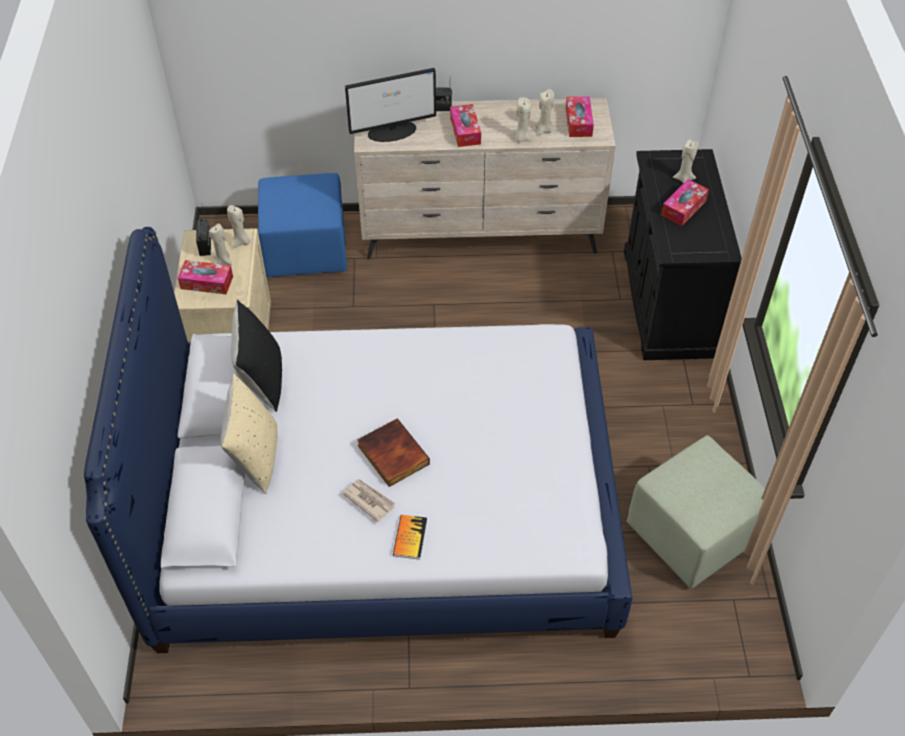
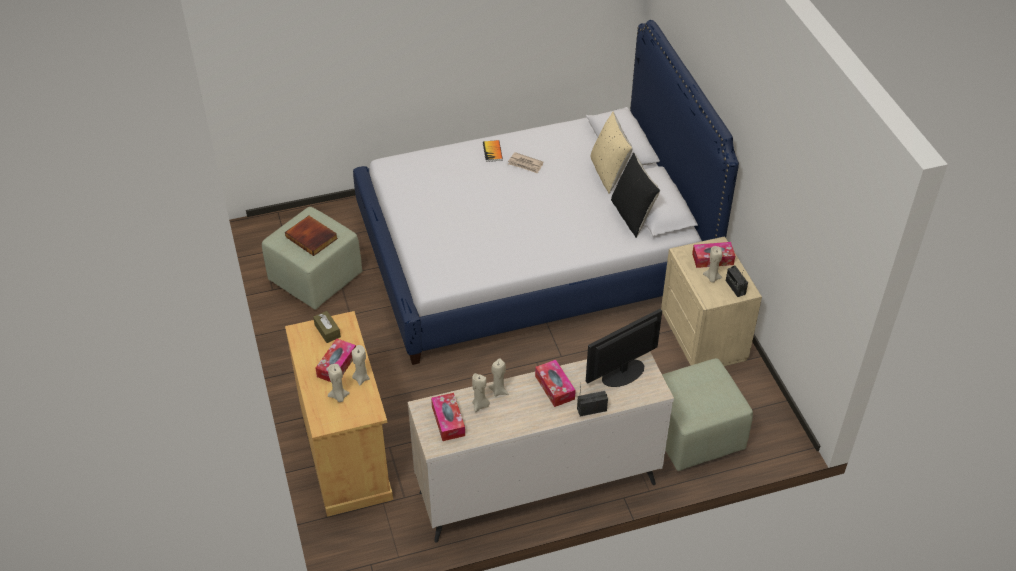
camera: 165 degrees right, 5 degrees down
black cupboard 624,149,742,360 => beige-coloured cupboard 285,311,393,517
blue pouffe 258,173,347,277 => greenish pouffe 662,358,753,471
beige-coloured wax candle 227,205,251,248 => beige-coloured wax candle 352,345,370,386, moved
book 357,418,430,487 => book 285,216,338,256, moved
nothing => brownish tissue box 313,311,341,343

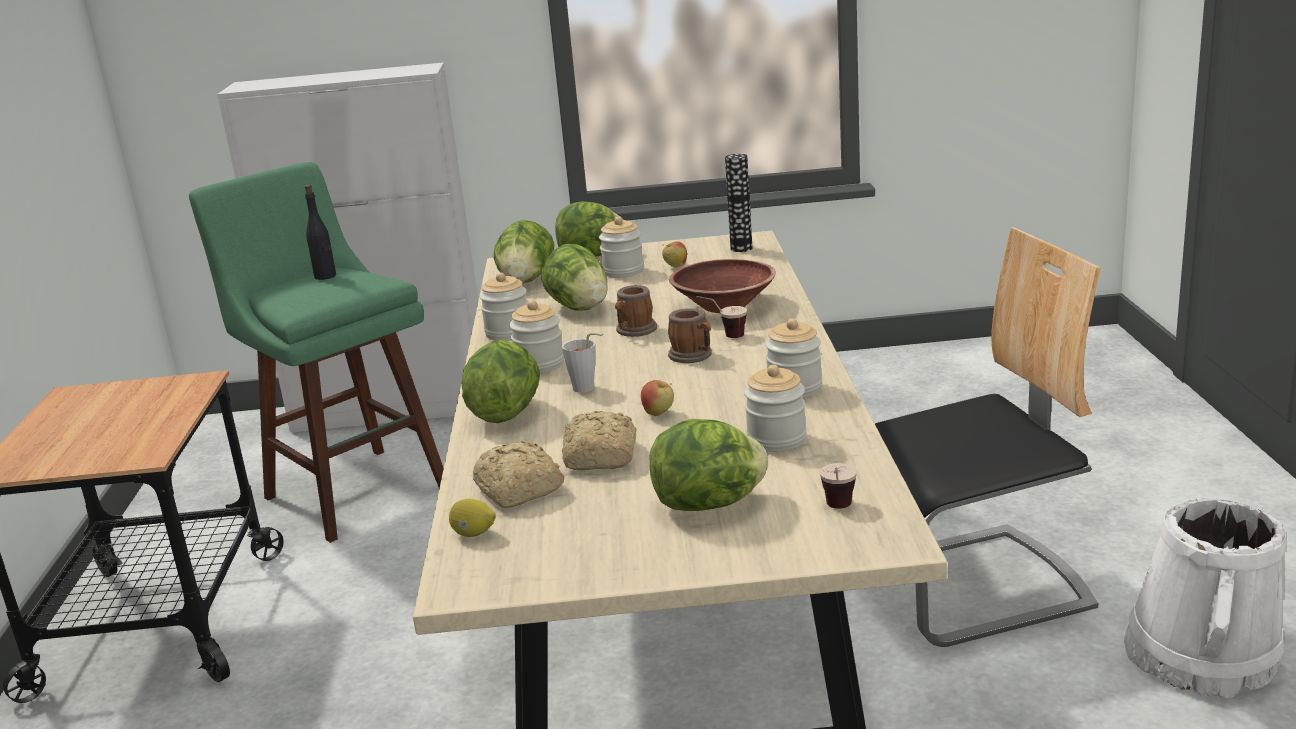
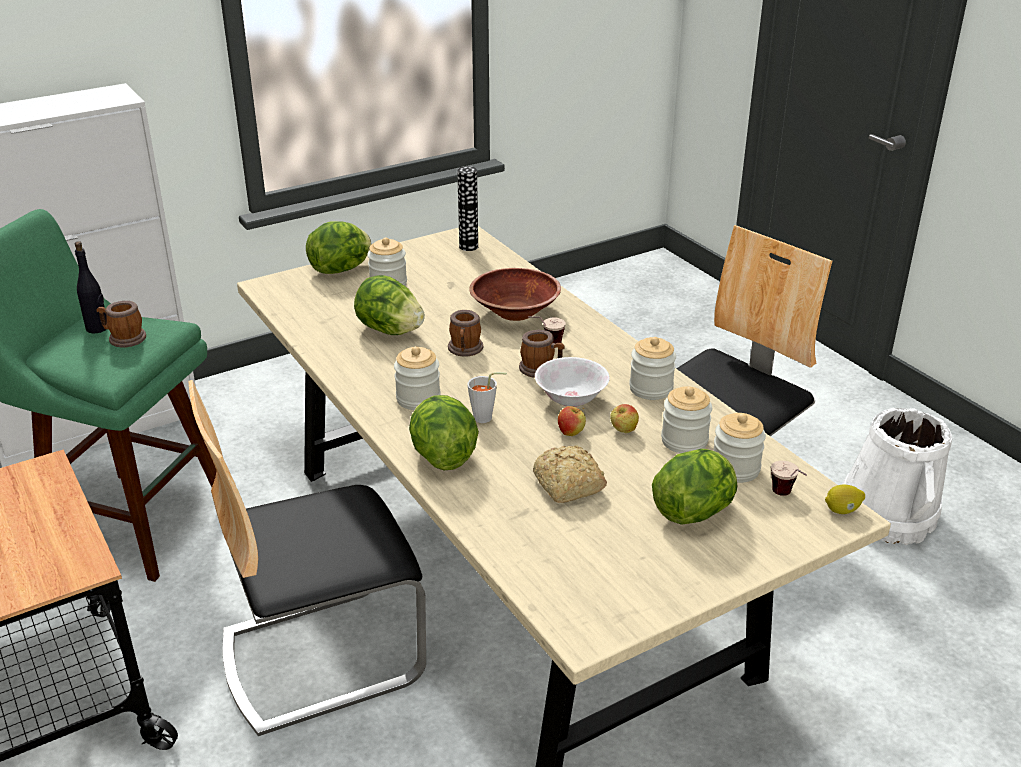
camera: 30 degrees left, 10 degrees up
head of lettuce 493,220,555,284 => nothing
whole apple 662,241,687,268 => whole apple 610,404,639,433, moved
storage jar 479,273,528,341 => storage jar 714,413,766,483, moved
bread 473,441,564,508 => nothing
lemon 449,499,496,537 => lemon 825,485,865,514, moved
nothing => tea mug 96,301,146,347
nothing => whitish serving bowl 535,357,610,407
nothing => plain chair 188,380,426,736

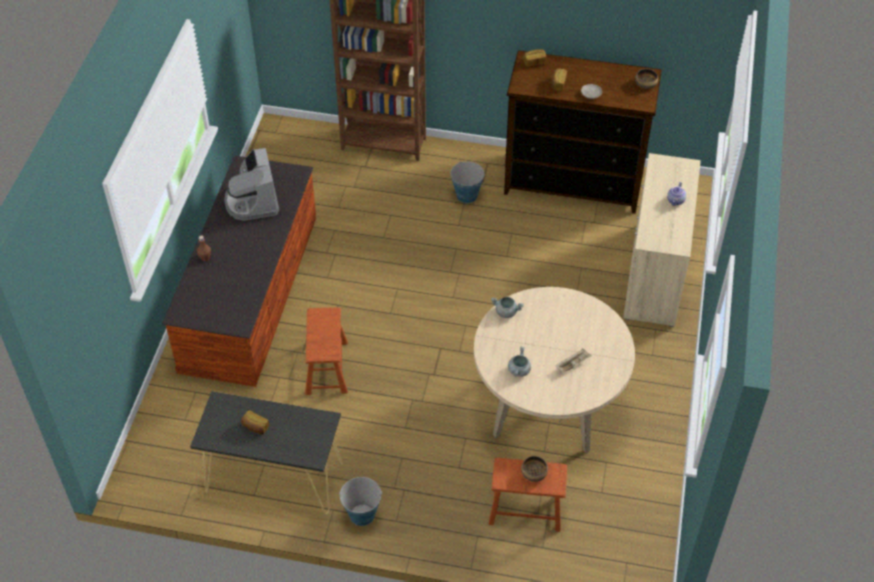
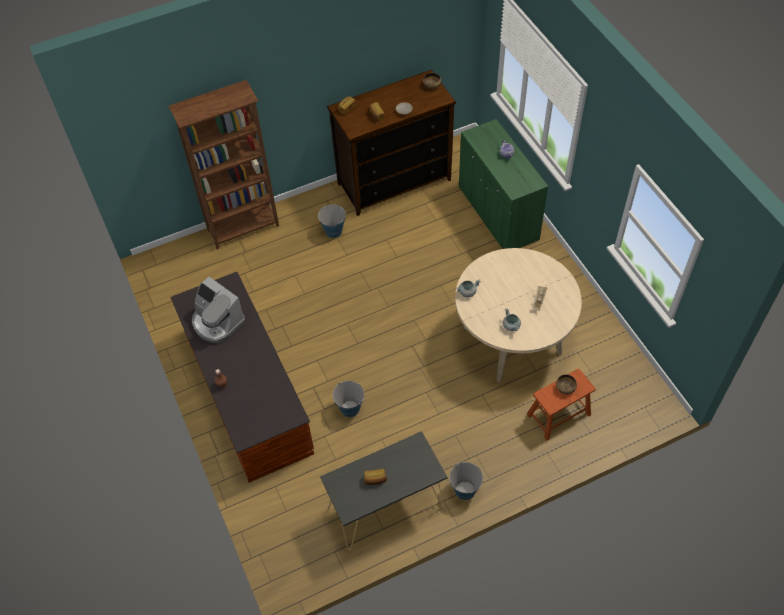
camera: 35 degrees left, 5 degrees up
beige-coloured cupboard 623,153,701,327 => greenish cupboard 459,119,548,249
brownish stool 305,307,348,395 => pail 333,381,365,417

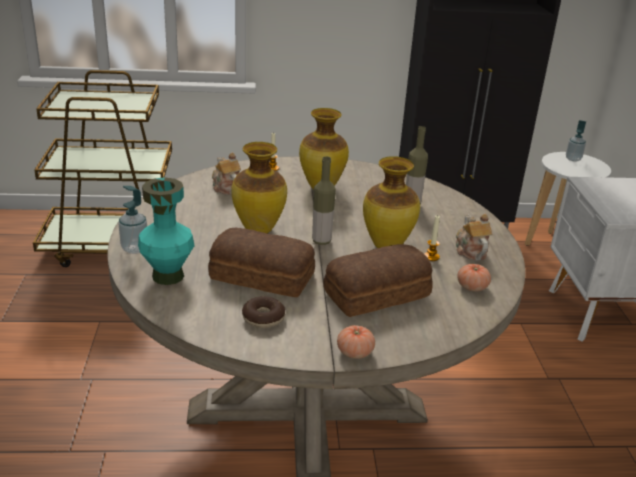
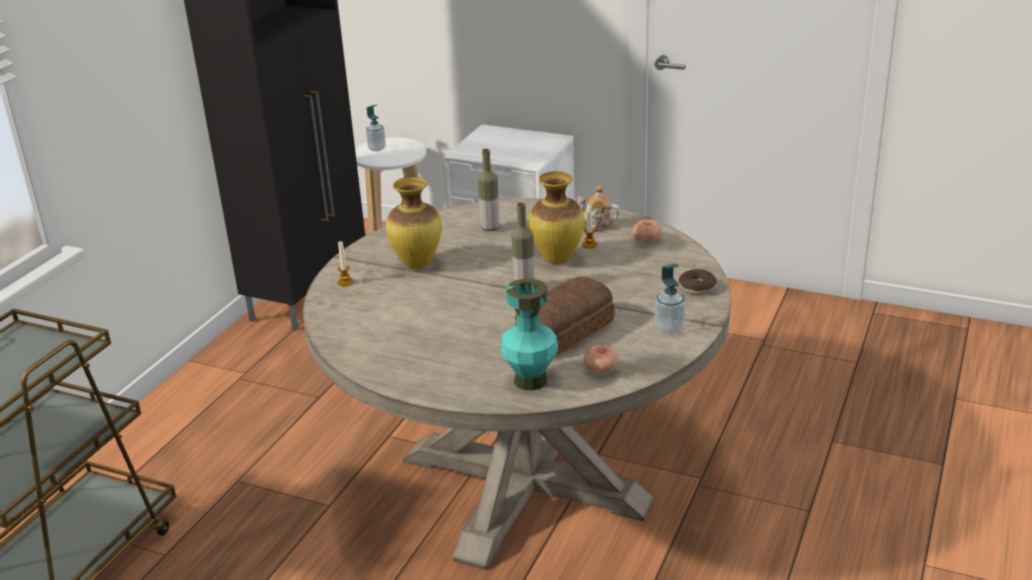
camera: 60 degrees left, 0 degrees up
vase 231,142,287,233 => nothing
teapot 212,152,241,195 => nothing
soap dispenser 119,186,147,254 => soap dispenser 655,264,685,334, moved
bread 323,244,433,317 => nothing
donut 242,296,285,328 => donut 679,269,717,295, moved
whole tomato 337,325,375,359 => whole tomato 583,345,619,375, moved

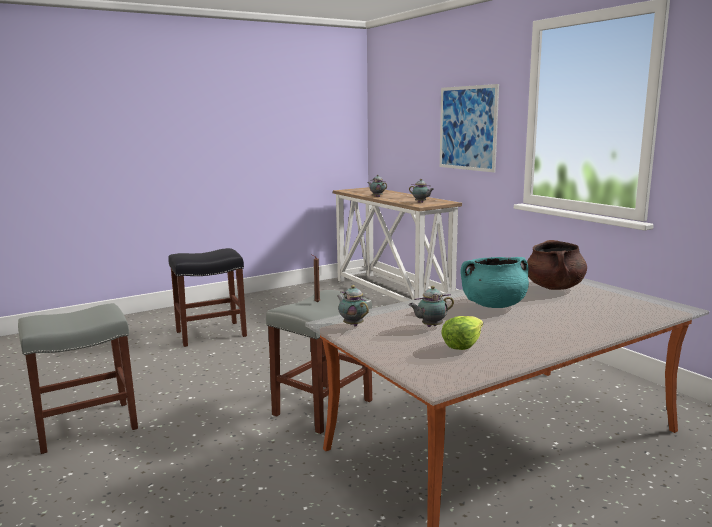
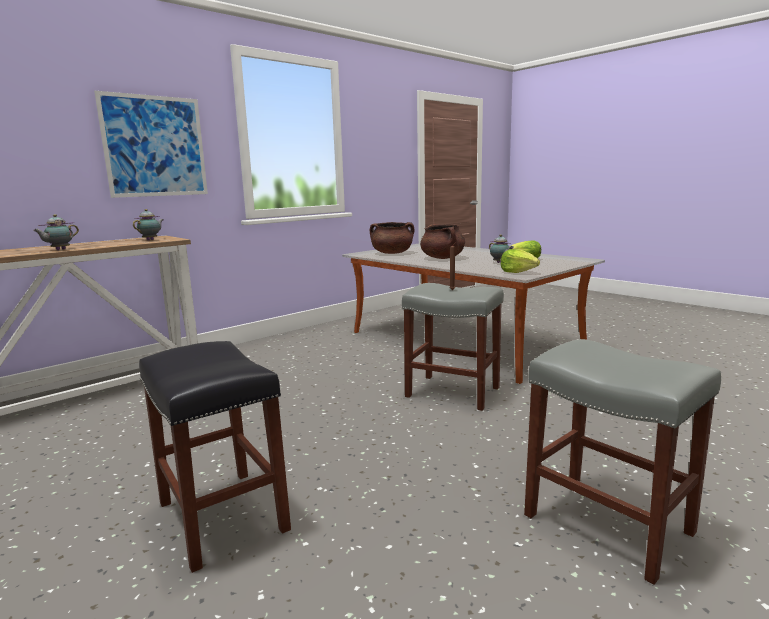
camera: 100 degrees left, 0 degrees up
turquoise stockpot 460,257,529,308 => brownish stockpot 420,224,465,259
teapot 337,285,369,326 => head of lettuce 501,249,540,273

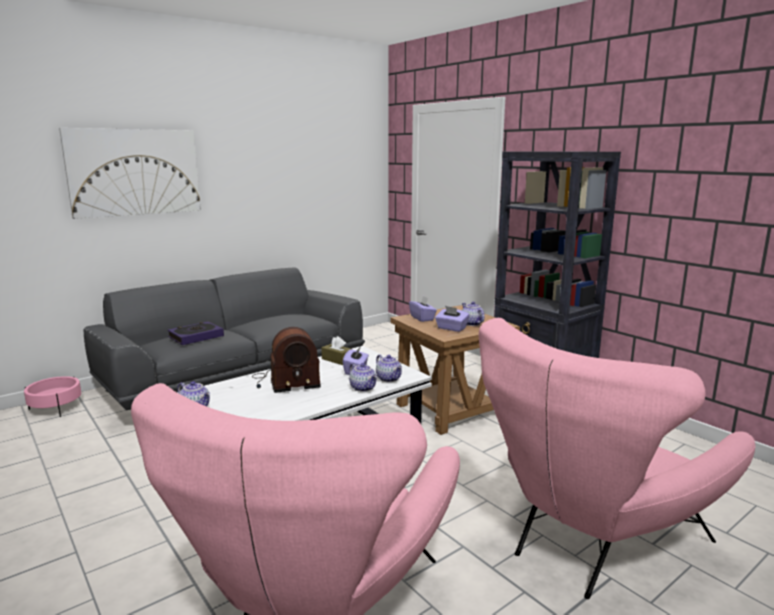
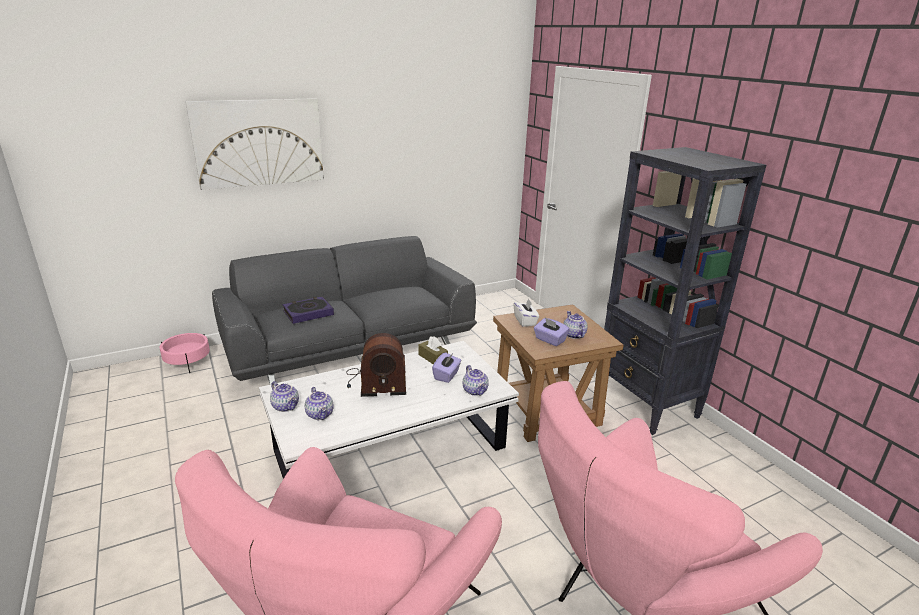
camera: 10 degrees right, 10 degrees up
purple tissue box 409,296,437,322 => whitish tissue box 514,298,539,327
teapot 349,363,377,392 => teapot 305,387,334,420, moved

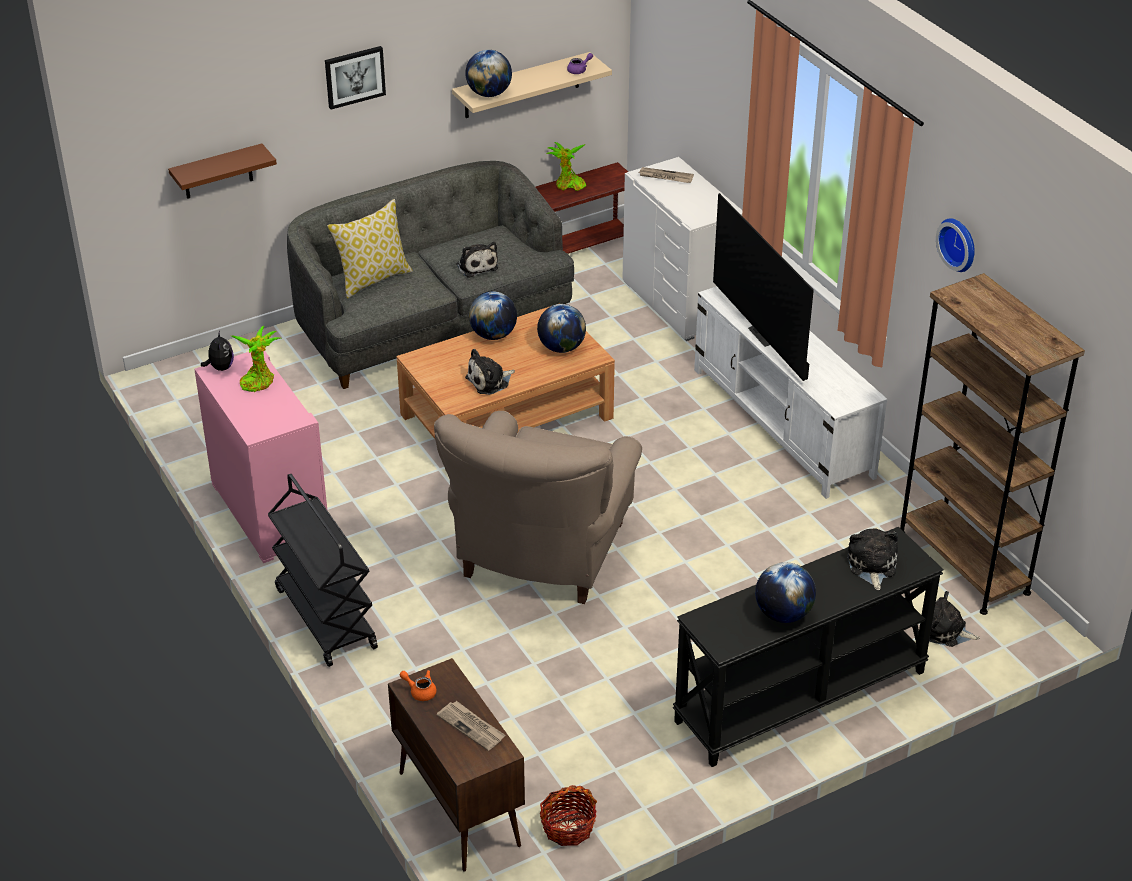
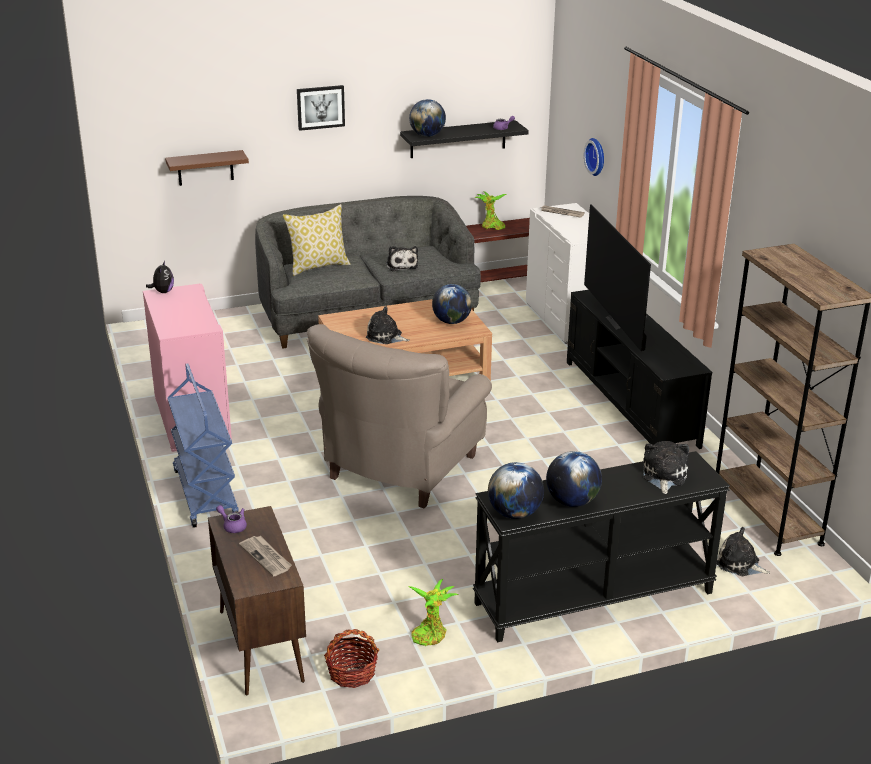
camera: 10 degrees right, 10 degrees down
beige-coloured shelf 452,52,612,118 => black shelf 400,120,529,158
wall clock 936,219,975,272 => wall clock 584,138,604,176, moved
whitish tv stand 694,286,887,499 => black tv stand 567,290,712,449
globe 469,291,517,340 => globe 488,462,544,519, moved
potted plant 231,326,281,392 => potted plant 408,579,459,646, moved
soft toy 465,349,515,395 => soft toy 366,306,410,344, 45 degrees clockwise
black trolley 268,474,378,667 => blue trolley 167,363,239,528
orangey teapot 400,670,437,701 => purple teapot 216,505,247,533

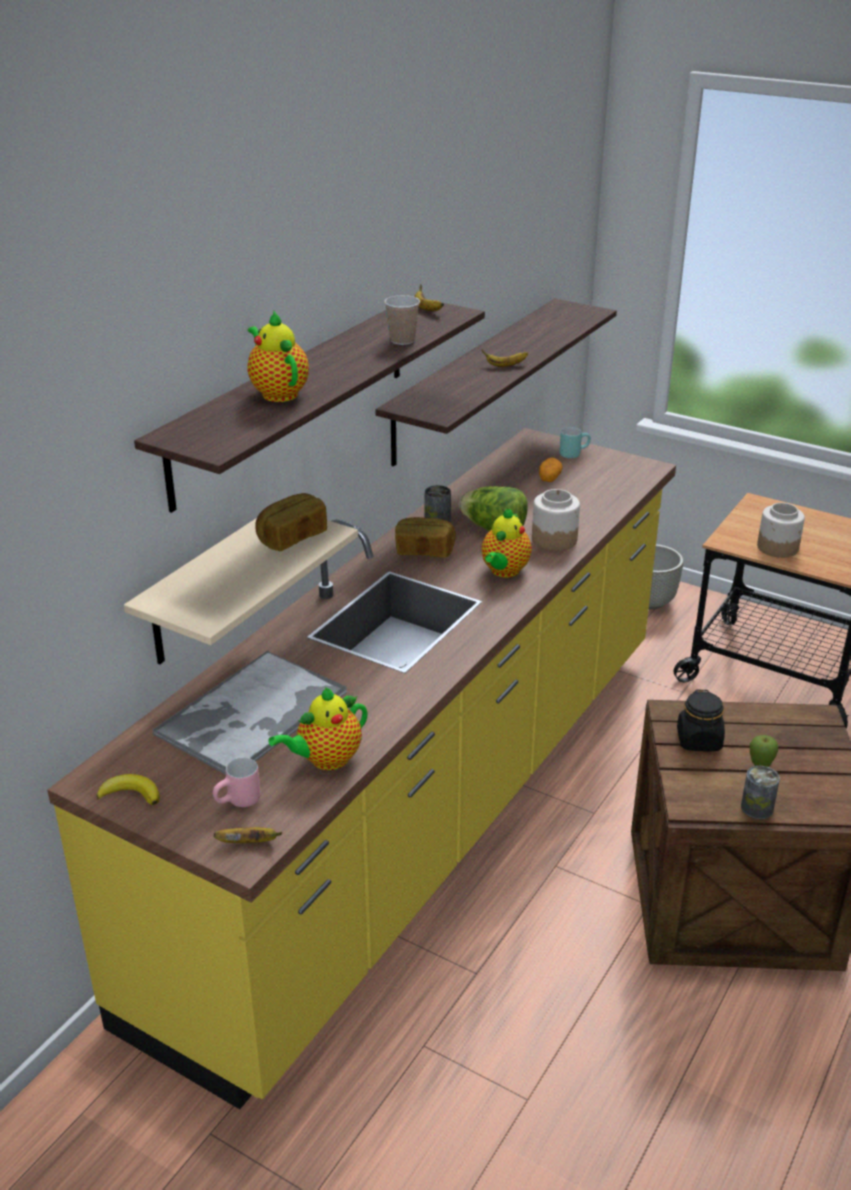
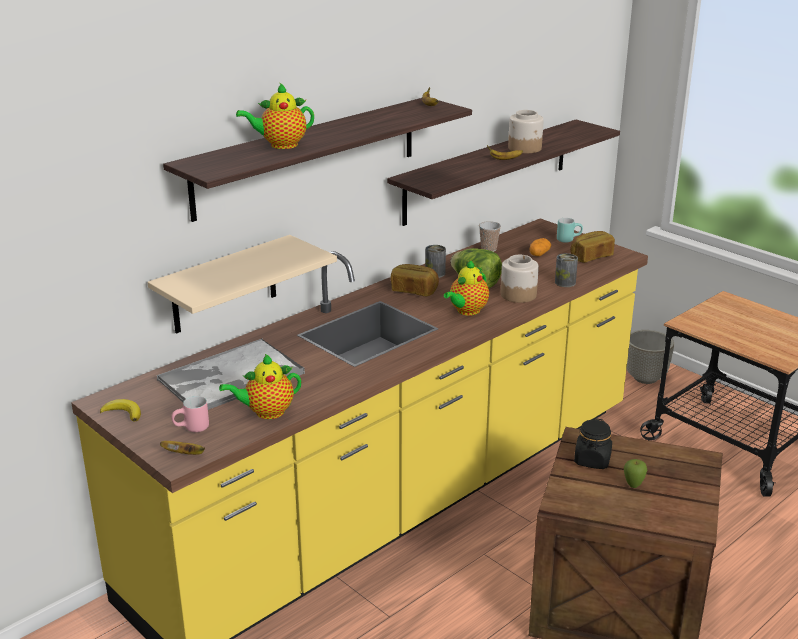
camera: 15 degrees right, 5 degrees down
drinking cup 384,295,420,345 => drinking cup 479,221,501,252, moved
teapot 247,311,309,402 => teapot 236,82,314,149, 90 degrees counterclockwise
bread 255,493,327,551 => bread 570,231,615,263, moved
storage jar 757,503,805,558 => storage jar 508,110,544,153, moved
metal can 741,766,780,819 => metal can 555,253,578,287, moved

